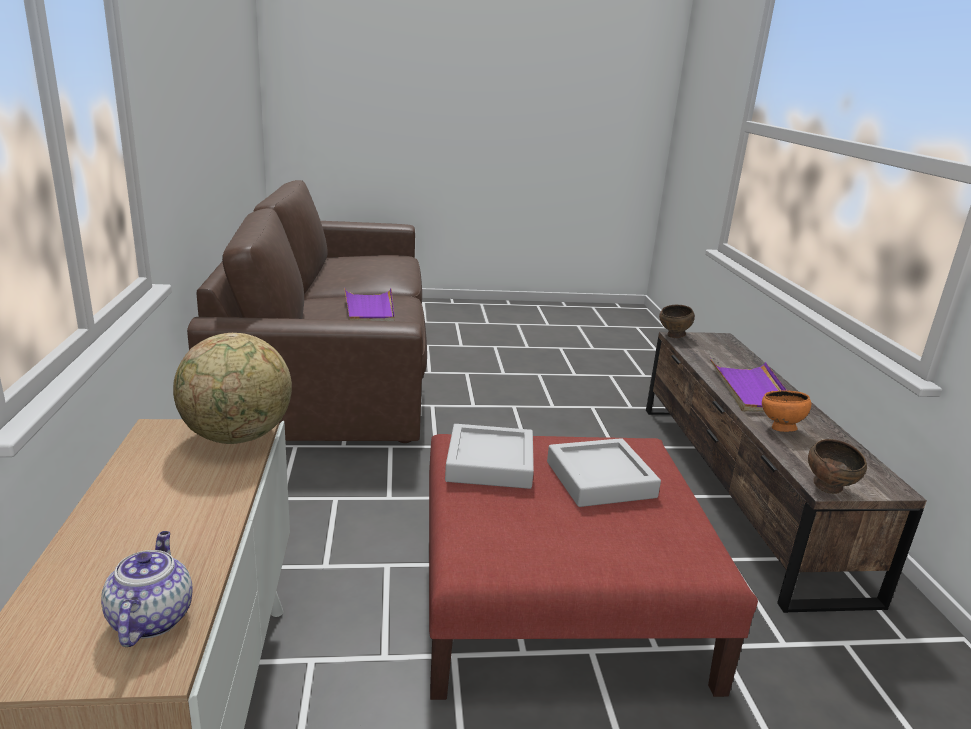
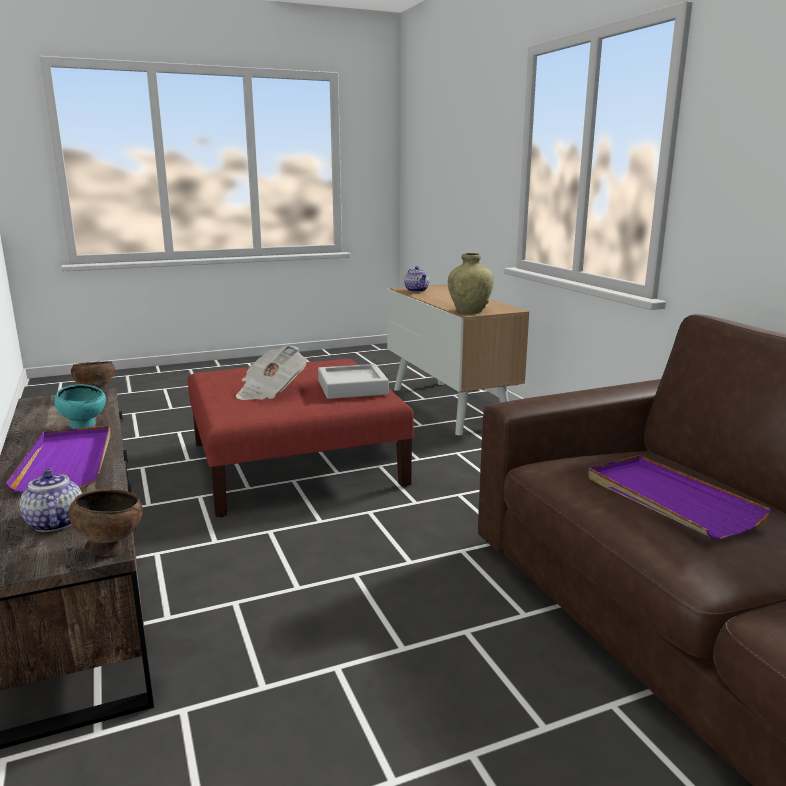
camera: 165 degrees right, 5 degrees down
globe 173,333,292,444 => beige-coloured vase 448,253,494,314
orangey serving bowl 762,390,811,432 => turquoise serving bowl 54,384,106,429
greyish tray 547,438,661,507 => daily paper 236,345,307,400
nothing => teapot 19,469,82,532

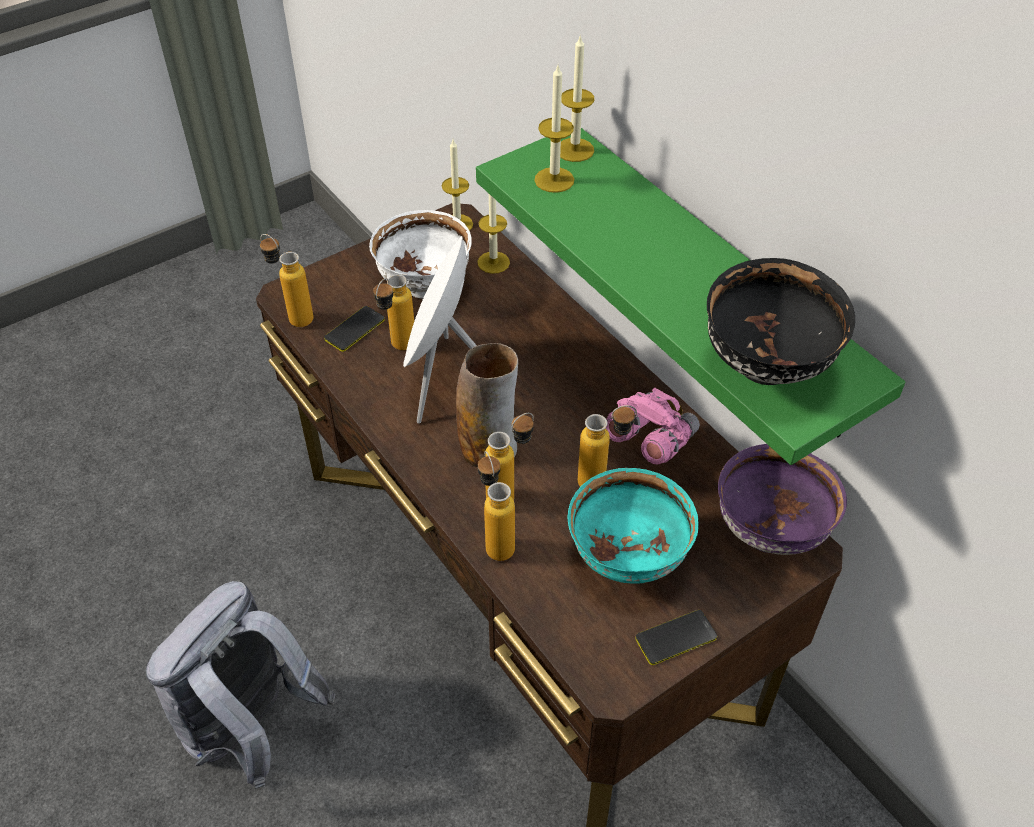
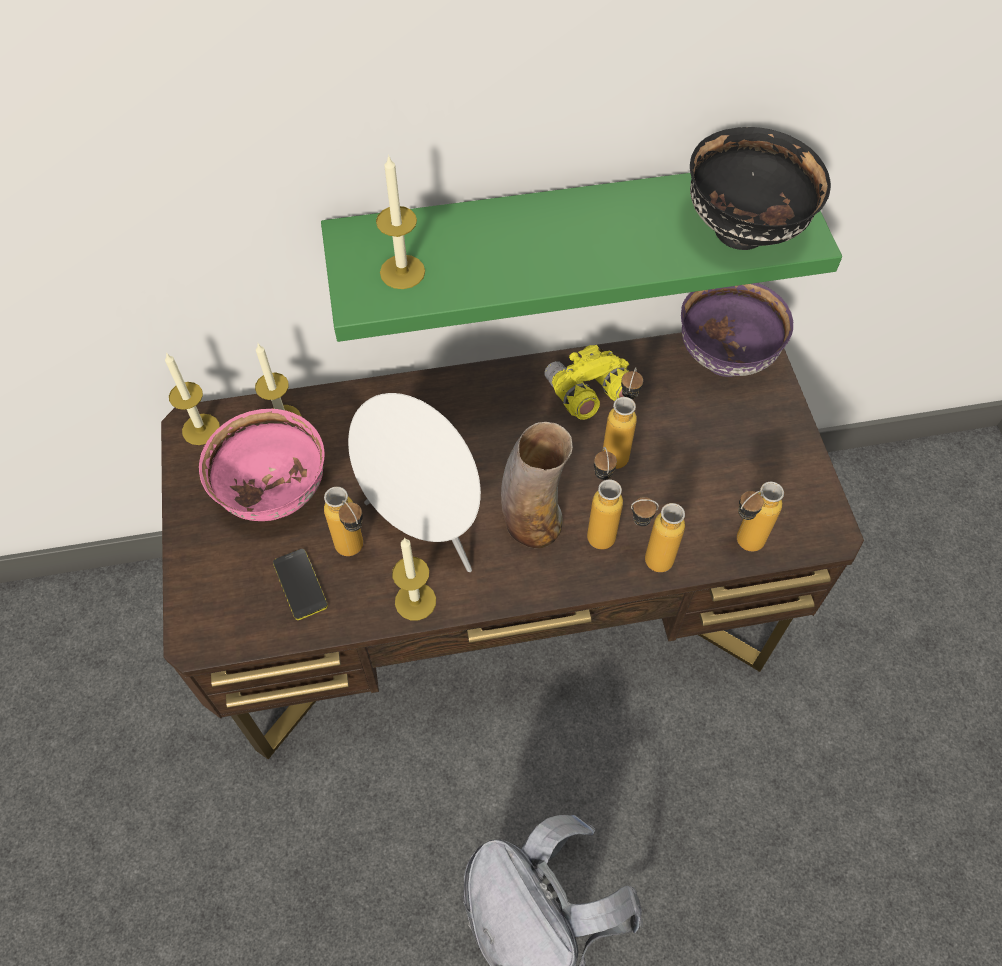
camera: 65 degrees left, 10 degrees up
wax candle 560,35,595,162 => wax candle 392,538,436,620, moved
whitish serving bowl 369,210,471,299 => pink serving bowl 199,409,325,521
drink bottle 260,234,314,327 => drink bottle 737,482,784,551, moved
pink binoculars 606,388,700,464 => yellow-coloured binoculars 544,345,630,420
turquoise serving bowl 567,468,699,584 => nothing
handset 635,610,717,665 => nothing

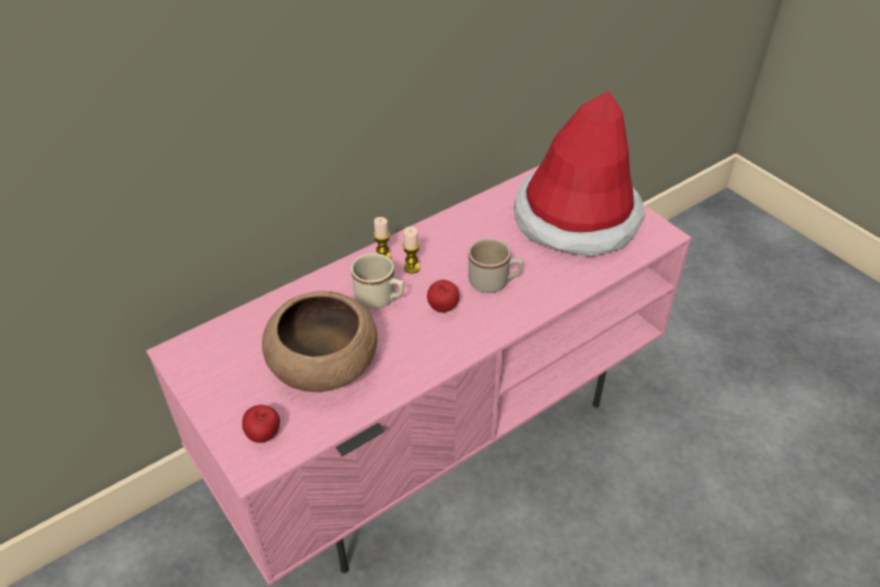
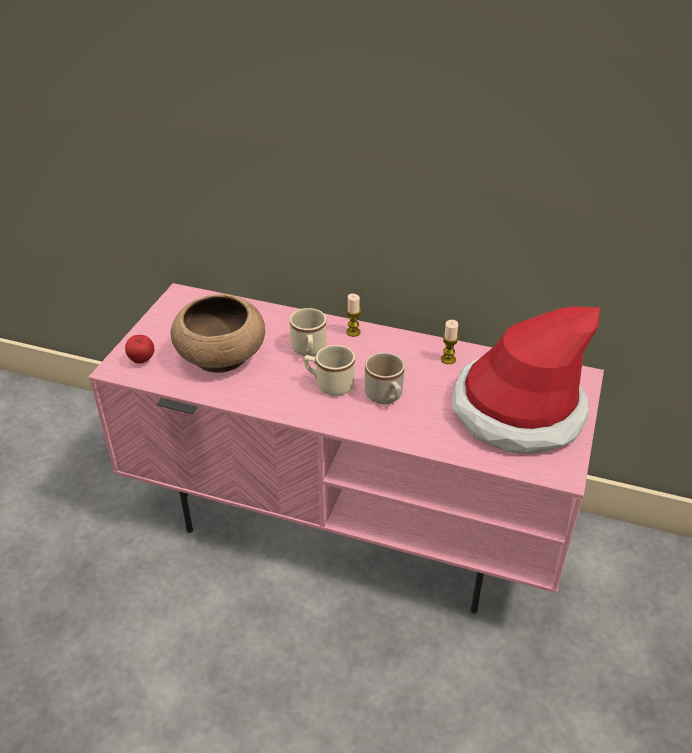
camera: 55 degrees right, 5 degrees down
wax candle 403,227,420,274 => wax candle 441,320,459,364, moved
whole apple 427,280,460,313 => beige-coloured tea mug 304,345,355,396

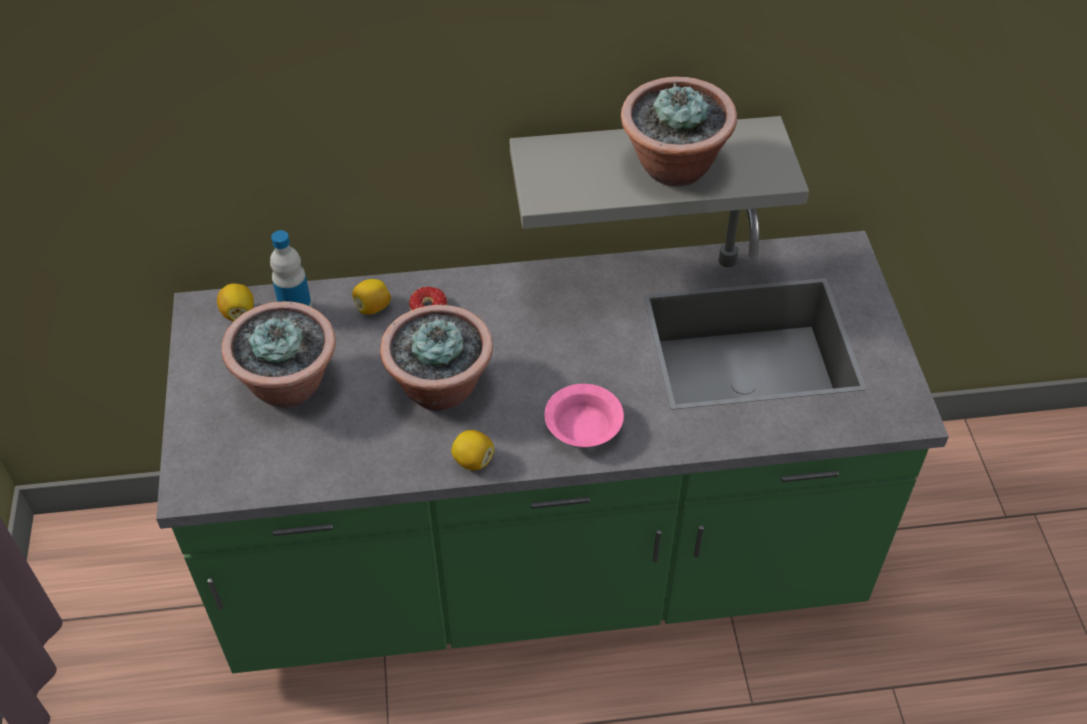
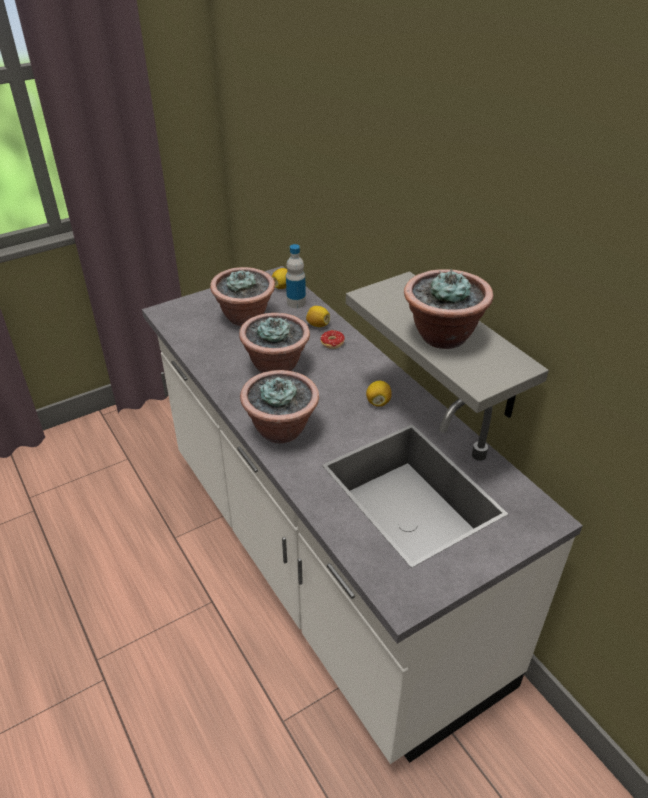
camera: 65 degrees right, 10 degrees down
greenish counter 156,209,949,673 => whitish counter 142,266,583,764
pink serving bowl 544,384,624,447 => potted plant 240,370,319,443
lemon 451,430,494,470 => lemon 366,381,392,407, moved

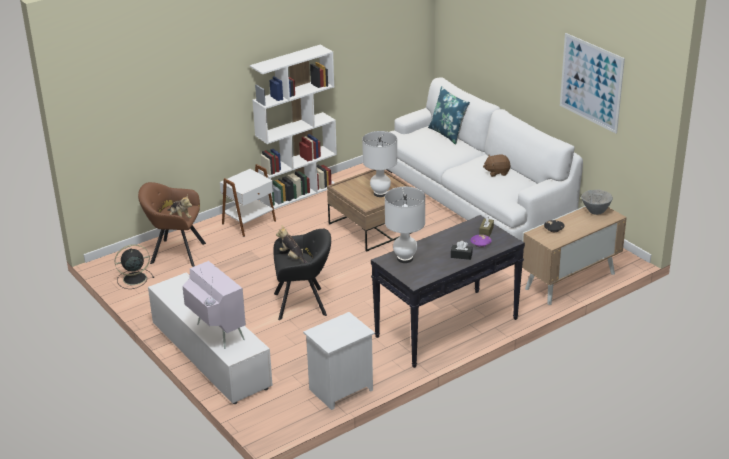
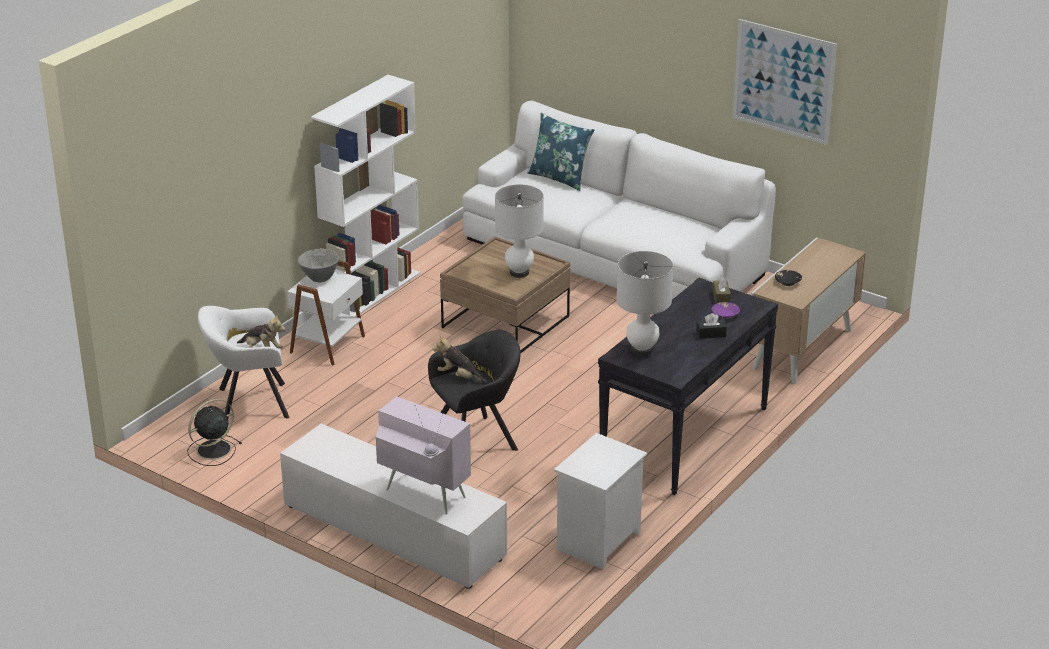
camera: 20 degrees left, 0 degrees up
brownish soft toy 483,154,510,177 => nothing
brownish easy chair 138,182,206,267 => whitish easy chair 198,306,290,418
greyish serving bowl 581,190,613,215 => greyish serving bowl 298,248,339,282, moved

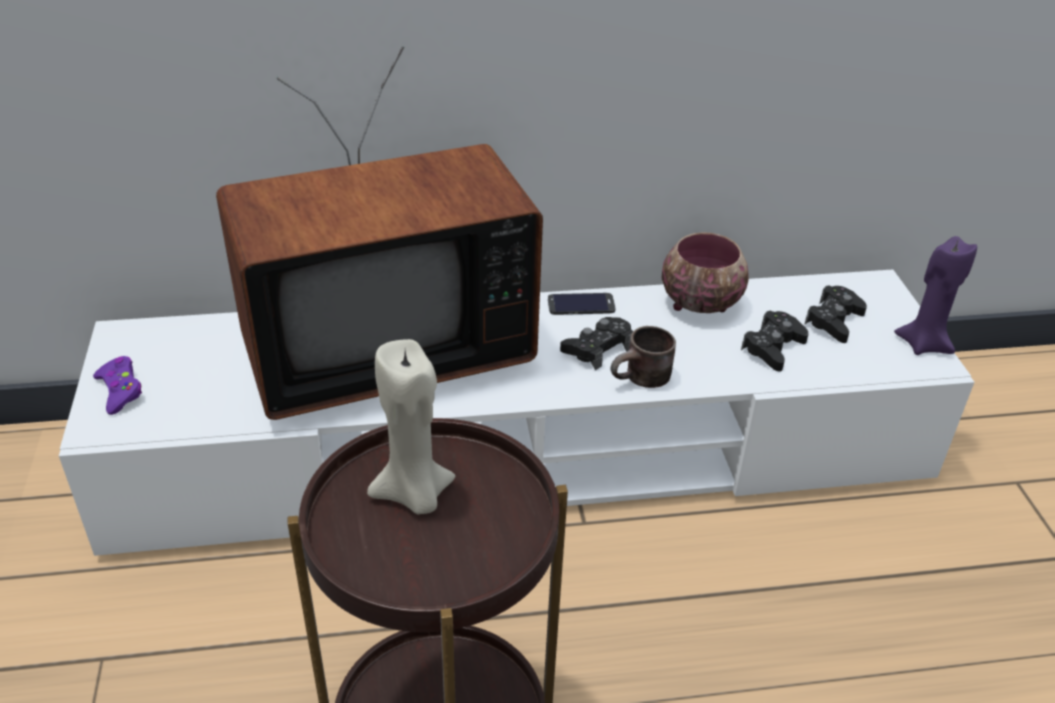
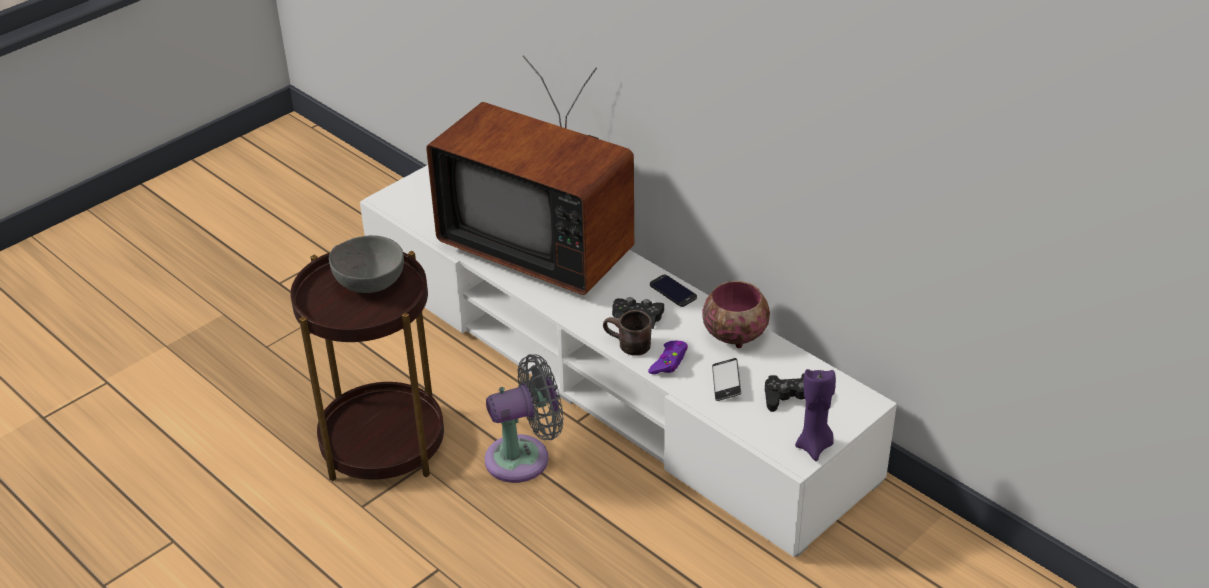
camera: 55 degrees right, 0 degrees up
black joypad 741,311,808,371 => handset 712,358,741,401
beige-coloured wax candle 367,339,456,514 => greyish serving bowl 329,235,404,293
purple joypad 93,356,142,415 => purple joypad 648,341,688,374, moved
nothing => greyish fan 485,354,564,483

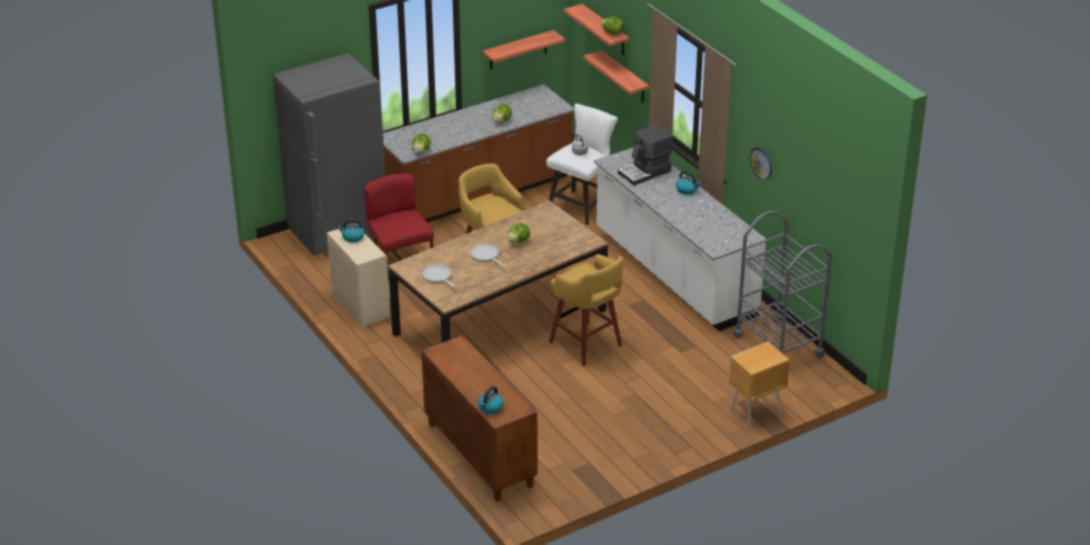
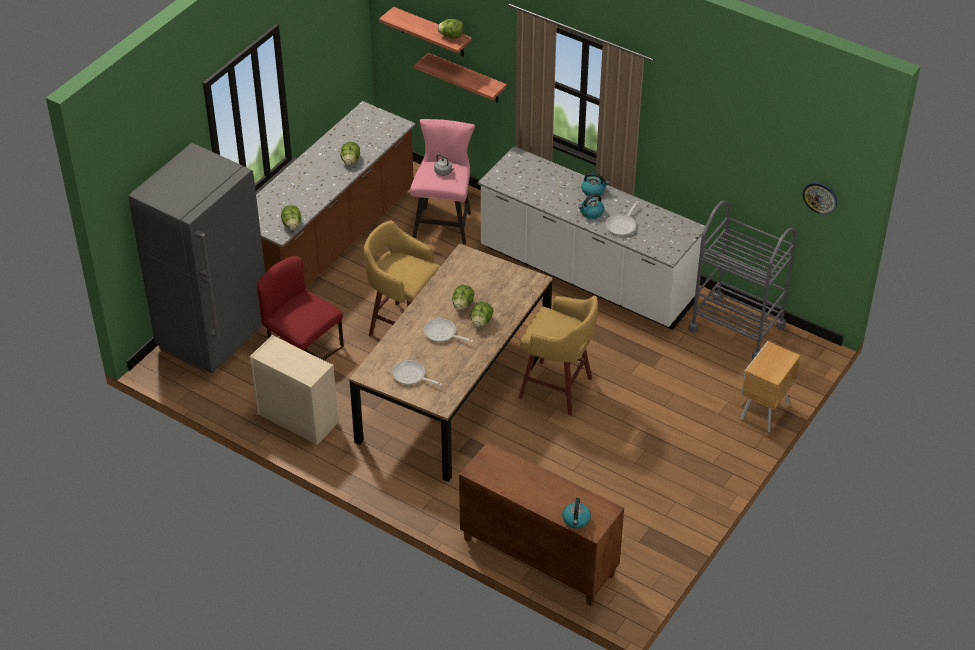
camera: 25 degrees left, 10 degrees up
shelf 482,30,565,70 => nothing
whitish stool 546,104,618,225 => pink stool 410,119,475,244
coffee machine 618,124,673,186 => nothing
wall clock 750,147,772,180 => wall clock 803,182,838,215, moved
water kettle 338,219,365,242 => water kettle 579,194,604,219, moved
nothing => frying pan 605,201,638,236
nothing => head of lettuce 471,302,494,327

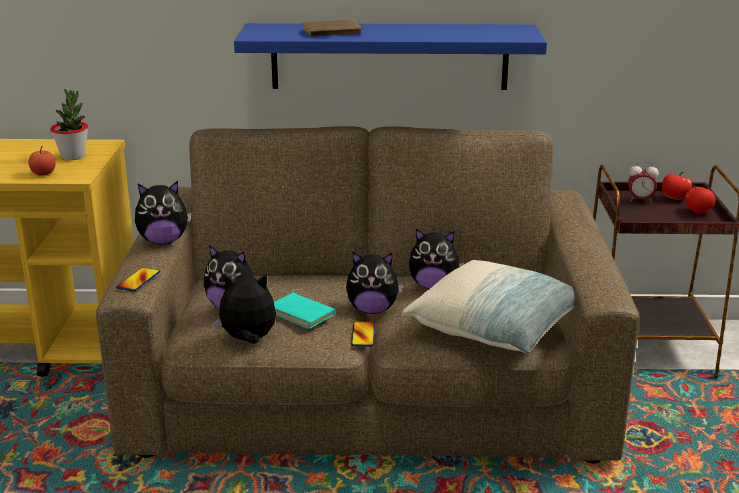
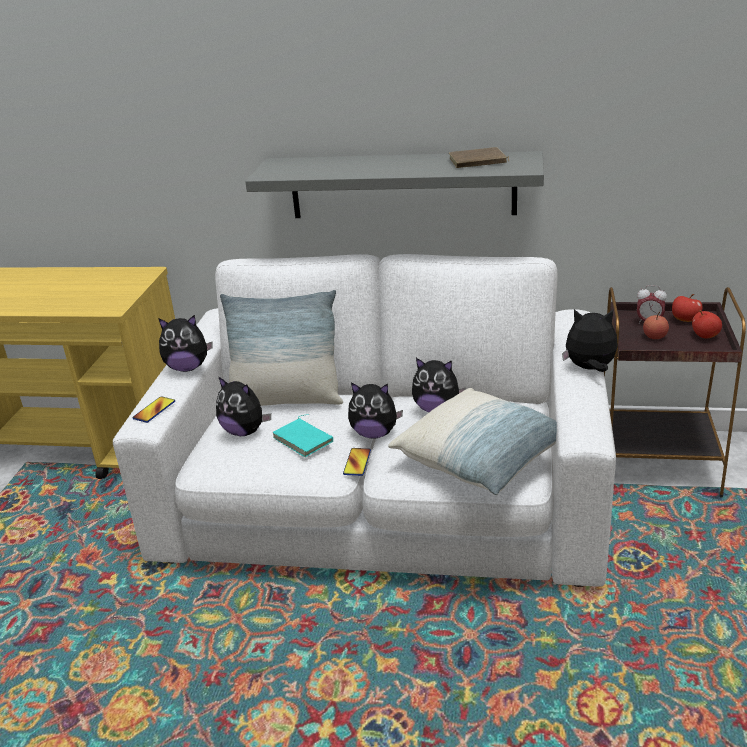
camera: 10 degrees right, 5 degrees up
brownish book 303,19,364,37 => brownish book 449,147,509,168, moved
blue shelf 234,23,547,90 => greyish shelf 245,151,544,218
potted plant 50,89,88,160 => nothing
brownish couch 96,126,640,464 => whitish couch 113,254,616,587
whole apple 28,145,56,176 => whole apple 643,312,669,339, moved
soft toy 212,273,276,344 => soft toy 562,309,618,372, moved
nothing => pillow 220,290,343,406

